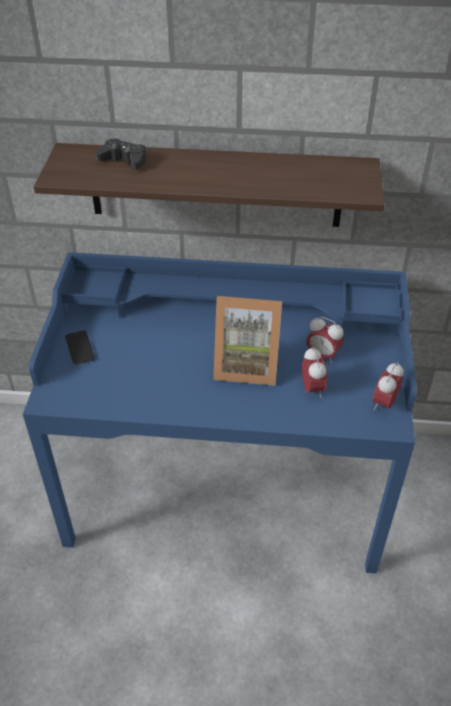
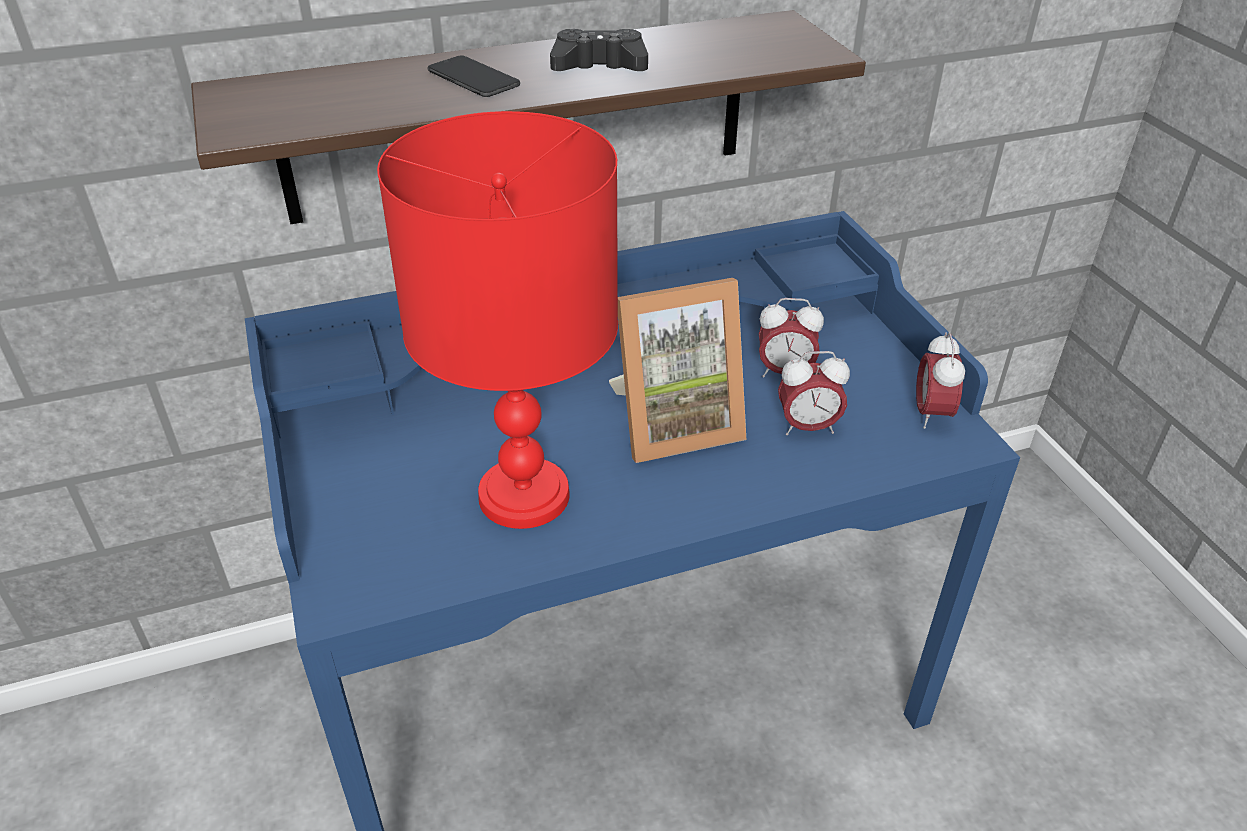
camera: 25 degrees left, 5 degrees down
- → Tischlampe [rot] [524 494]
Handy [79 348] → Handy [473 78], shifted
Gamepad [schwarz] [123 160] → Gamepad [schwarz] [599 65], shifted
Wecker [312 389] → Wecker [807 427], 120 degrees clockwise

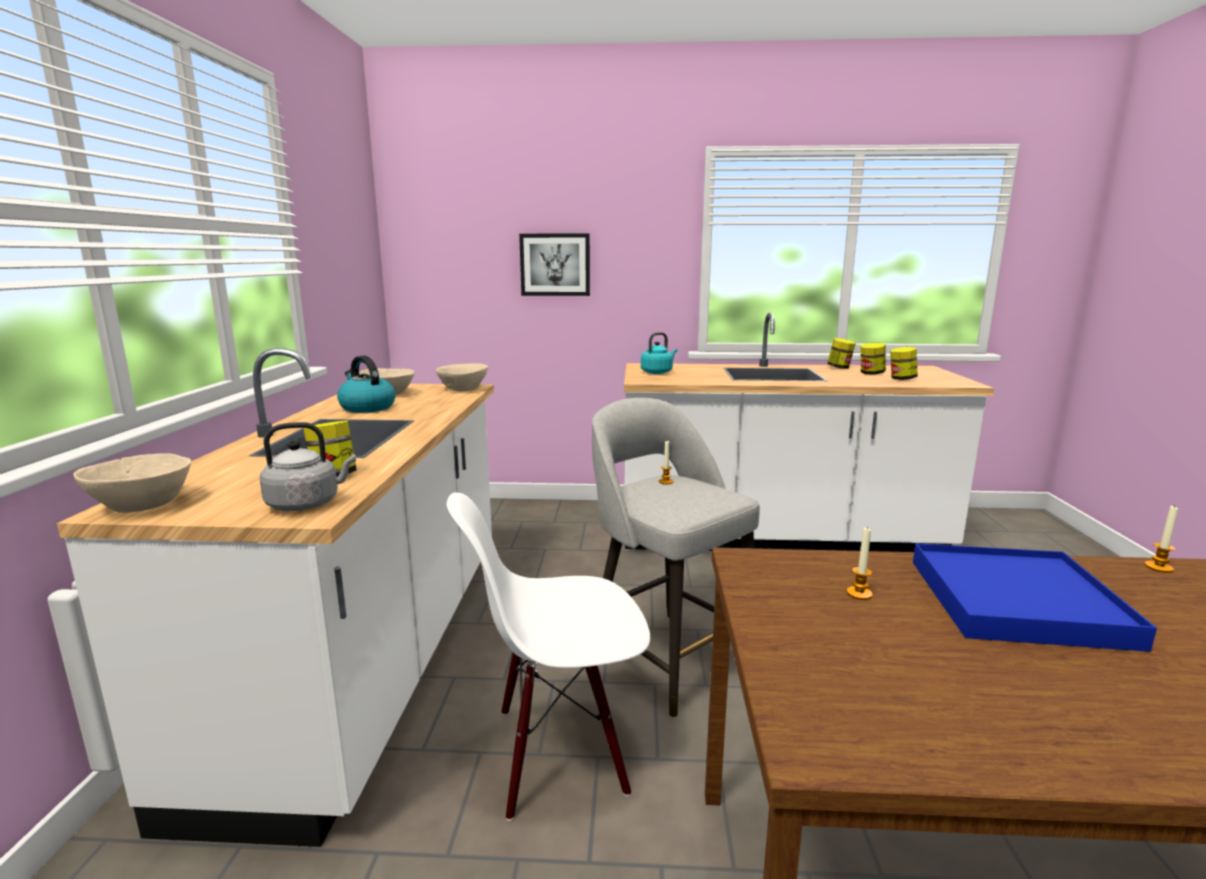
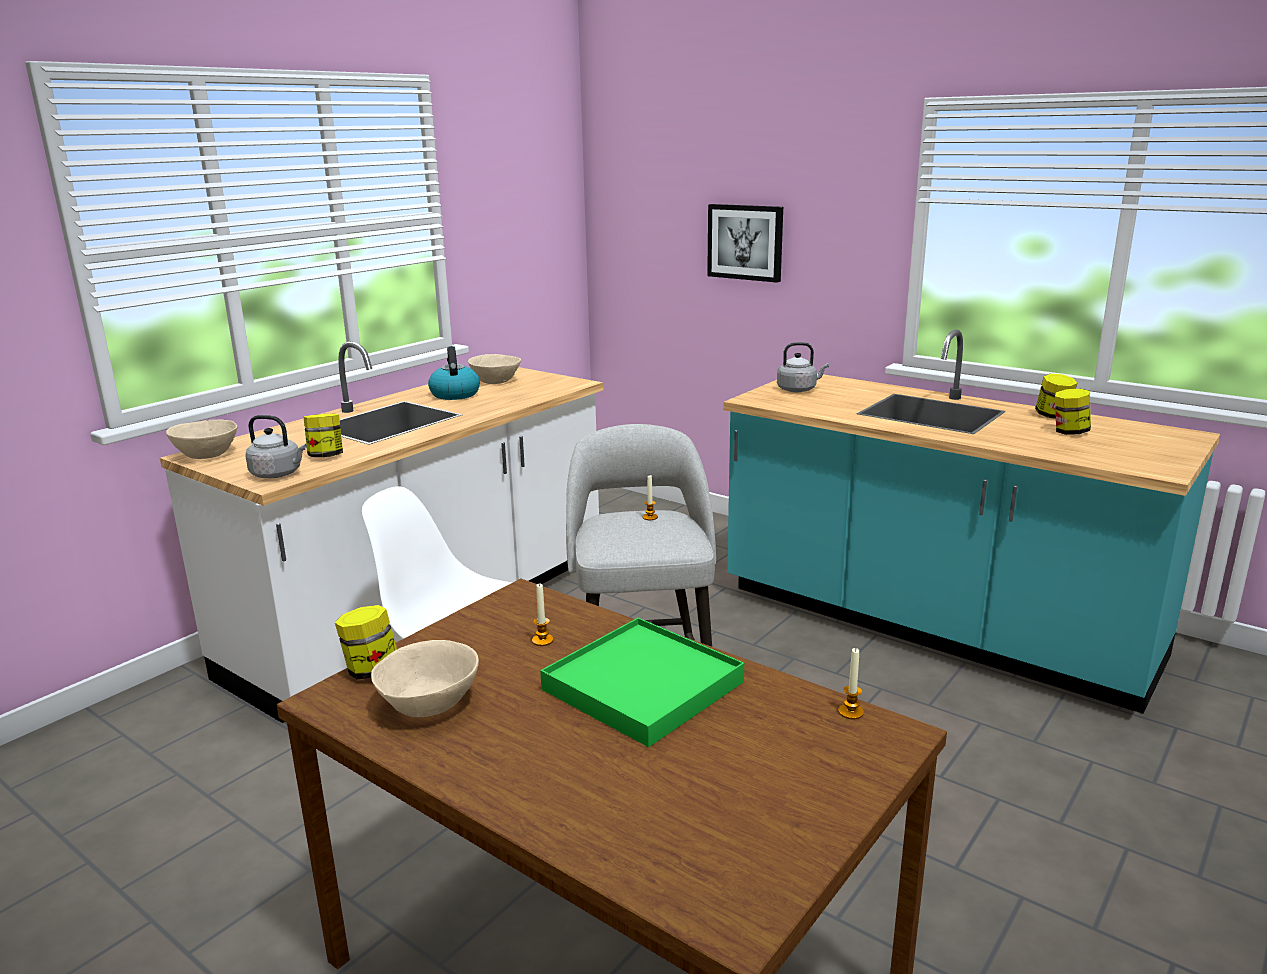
camera: 35 degrees right, 5 degrees up
Vorratsglas [901 379] → Vorratsglas [371 670], shifted
Schüssel [beige] [462 389] → Schüssel [beige] [429 703], shifted
Tablett [blau] [1016 602] → Tablett [grün] [642 686]
Küchenzeile [weiß] [778 538] → Küchenzeile [türkis] [932 625]
Wasserkessel [türkis] [658 372] → Wasserkessel [grau] [798 390]

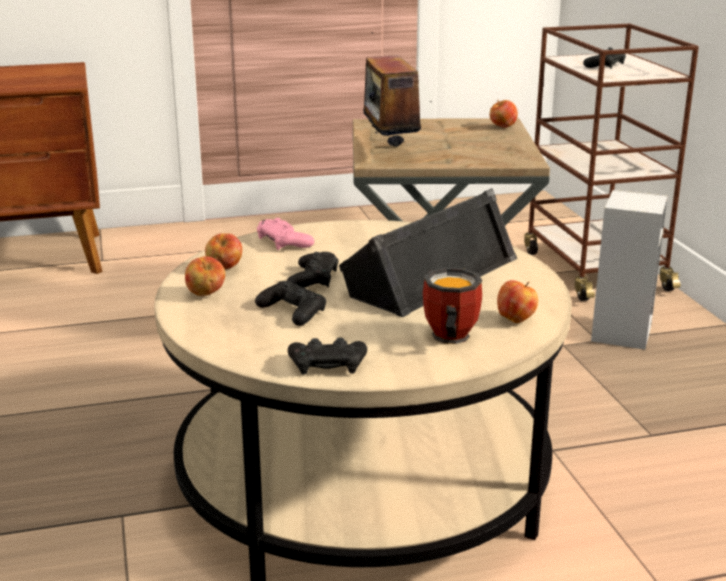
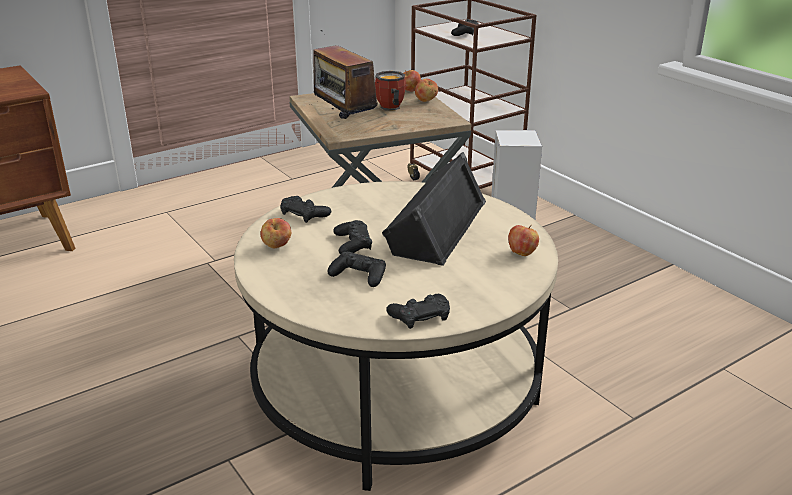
camera: 20 degrees left, 5 degrees up
Gamepad [rosa] [284 242] → Gamepad [schwarz] [304 214]
Henkelbecher [447 338] → Henkelbecher [389 108], shifted
Apfel [206 294] → Apfel [426 101], shifted

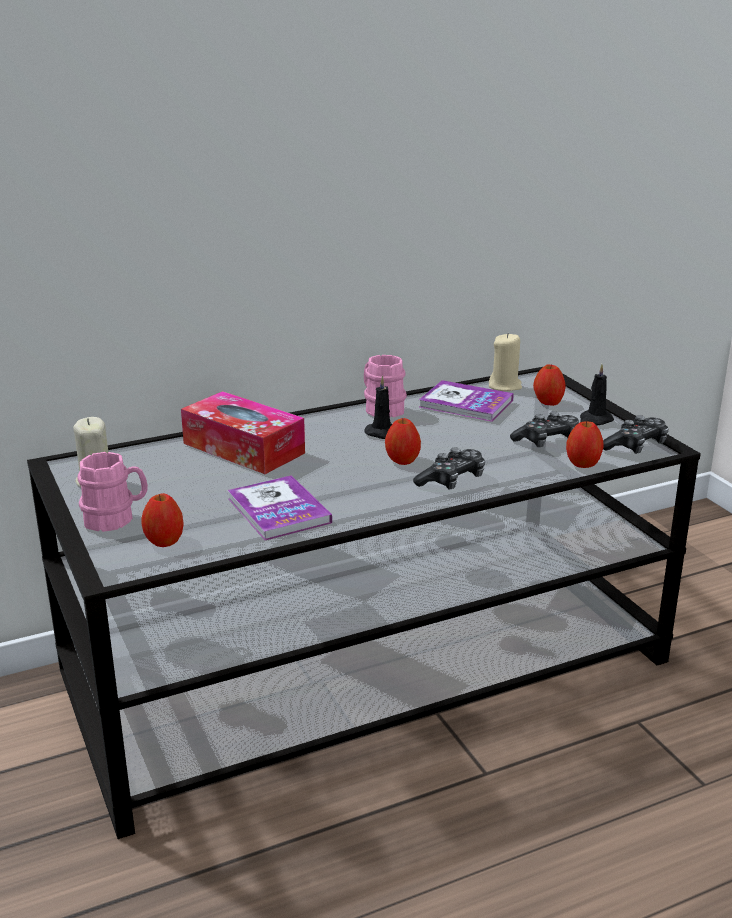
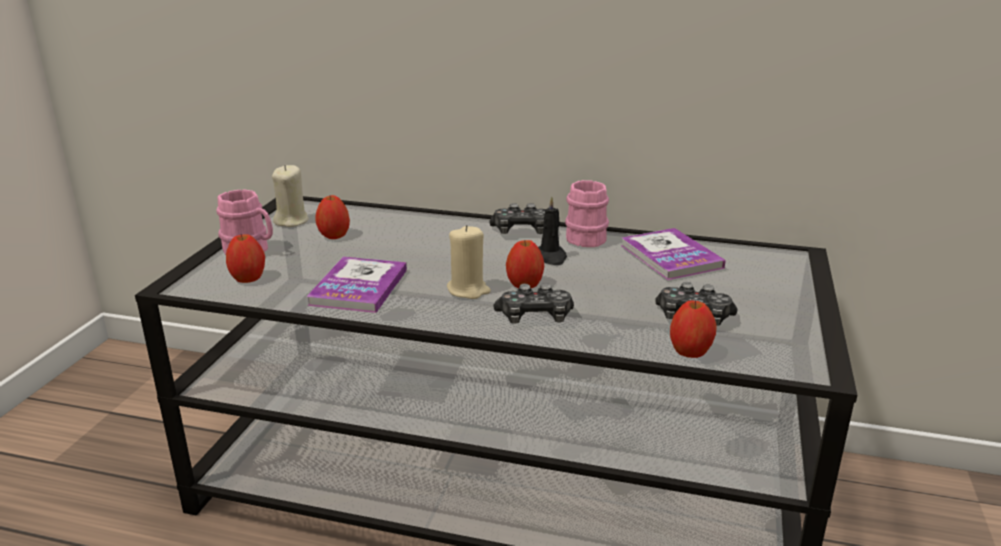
camera: 40 degrees right, 0 degrees up
Apfel [548 402] → Apfel [334 235], shifted
Kerze [beige] [505 386] → Kerze [beige] [468 290], shifted
Gamepad [635 446] → Gamepad [522 231], shifted
Taschentuchbox [243 448] → -
Kerze [schwarz] [595 420] → -

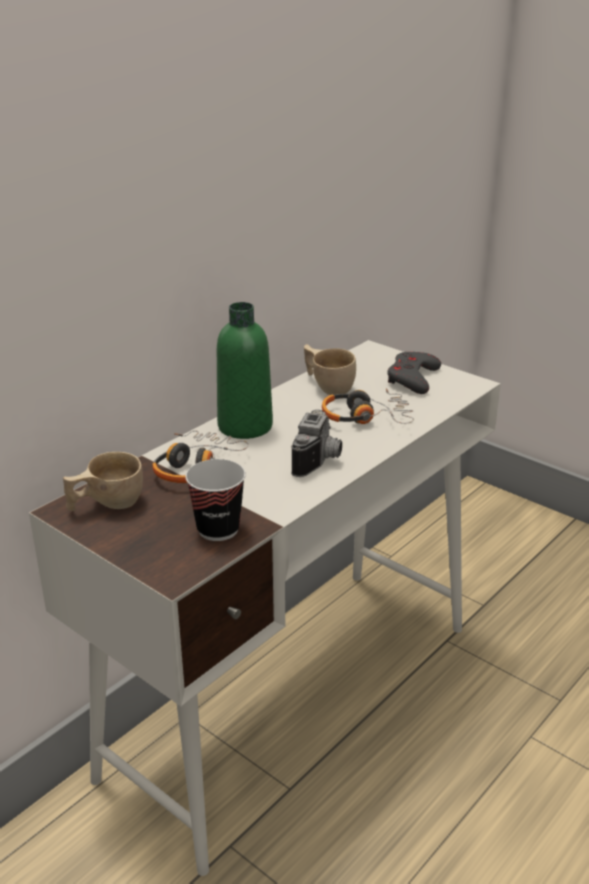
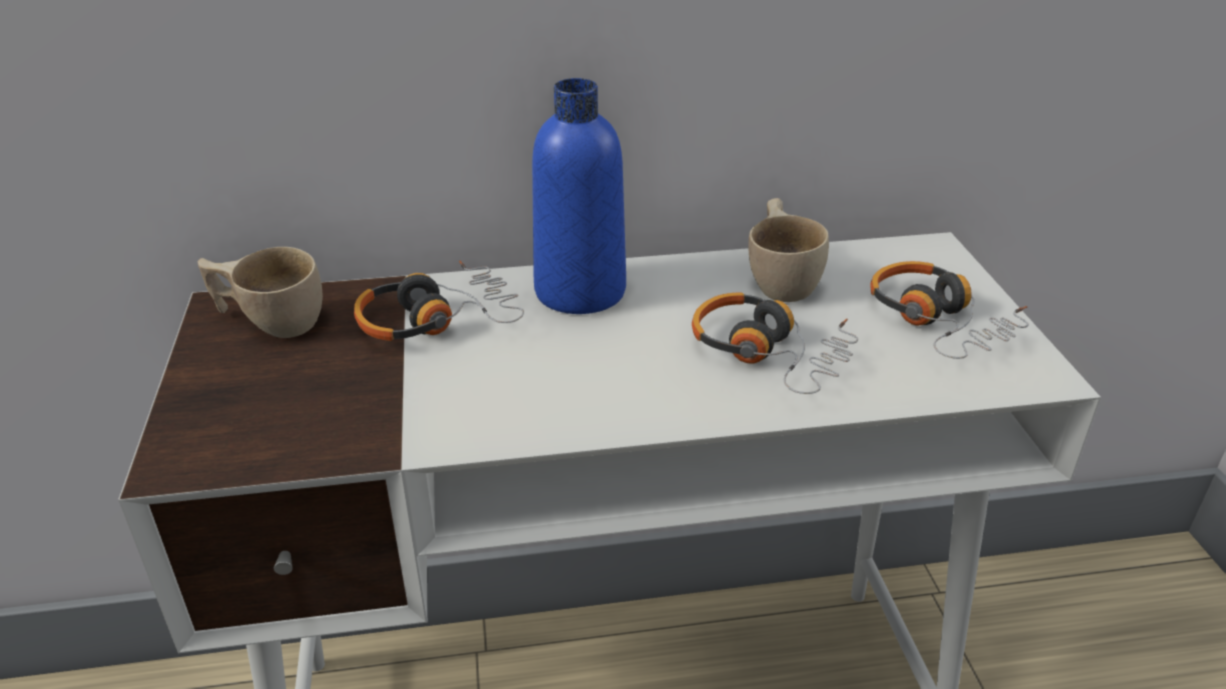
camera: 40 degrees right, 5 degrees up
Flasche [grün] [245 426] → Flasche [blau] [580 291]
Gamepad [grau] [412 378] → Kopfhörer [939 321]
Tasse [218 529] → -
Kamera [320 460] → -

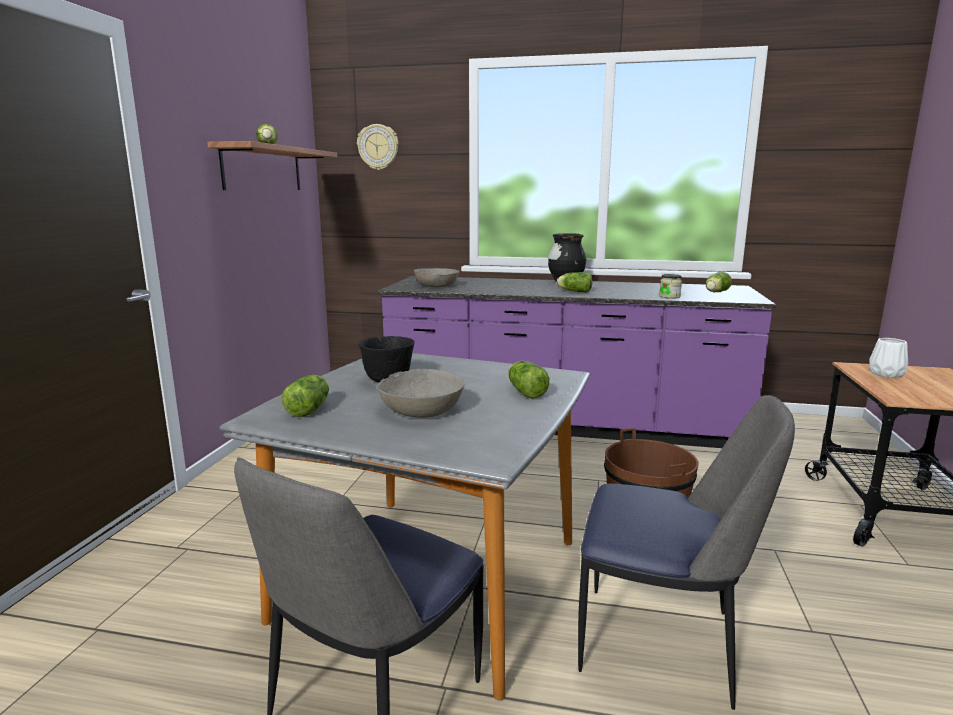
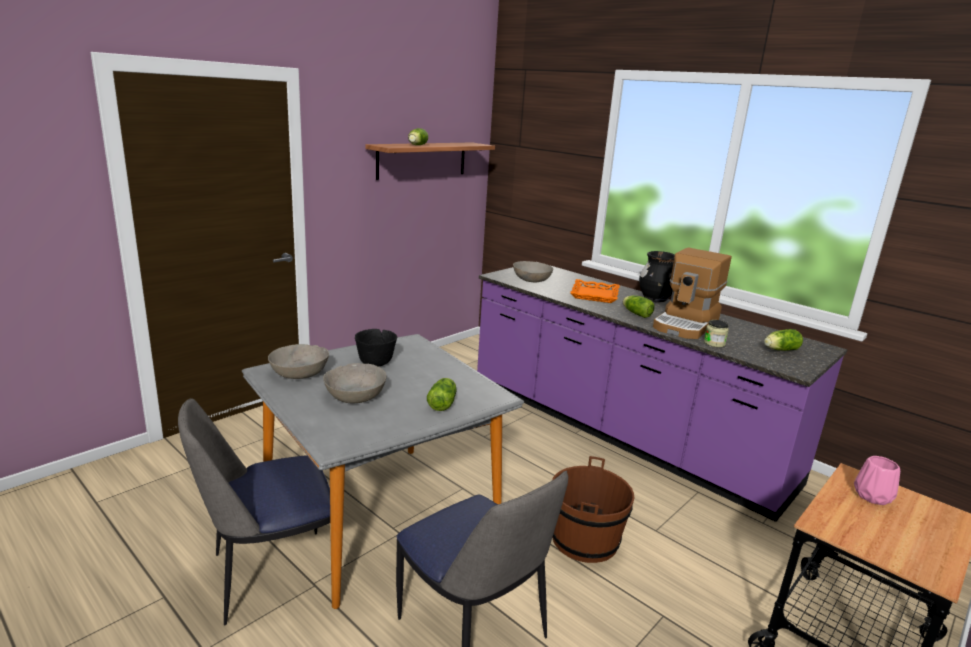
camera: 30 degrees right, 5 degrees up
Salatkopf [310 408] → Schüssel [grau] [299 372]
- → Tablett [orange] [594 295]
- → Kaffeemaschine [687 324]
Vase [weiß] [885 374] → Vase [rosa] [872 496]
Wanduhr [378 147] → -

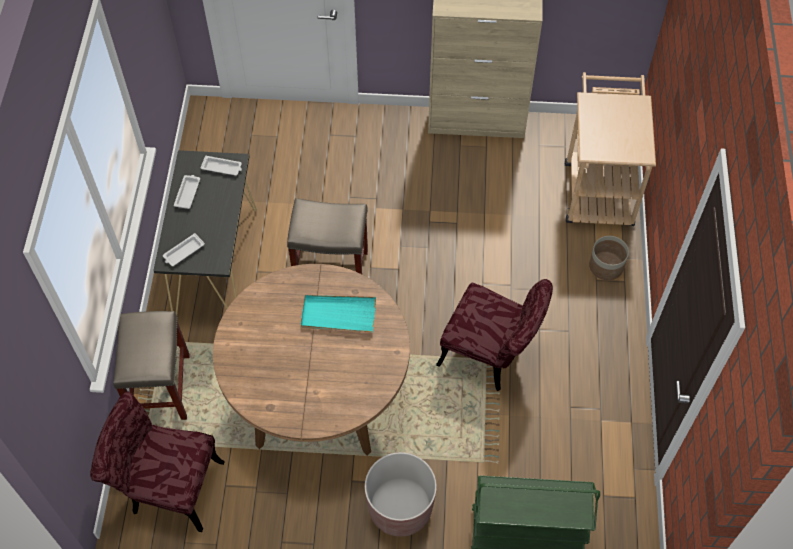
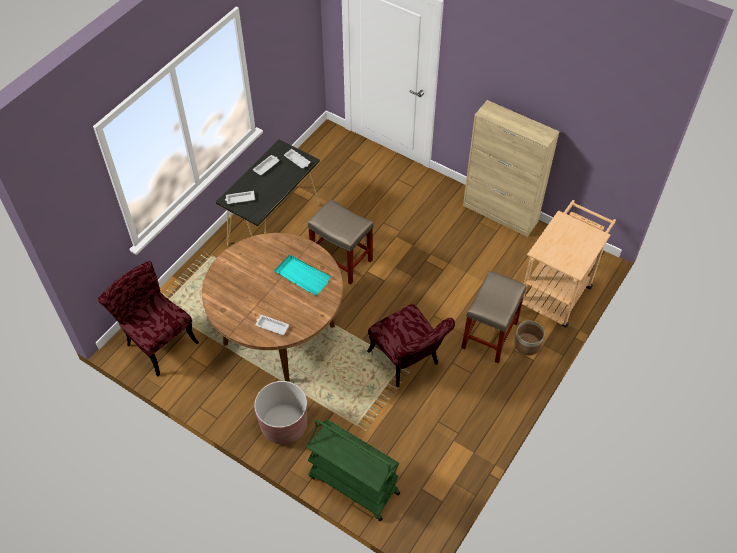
camera: 30 degrees right, 5 degrees down
- → Tablett [weiß] [271 326]
Hocker [beige] [160 386] → Hocker [beige] [489 334], shifted

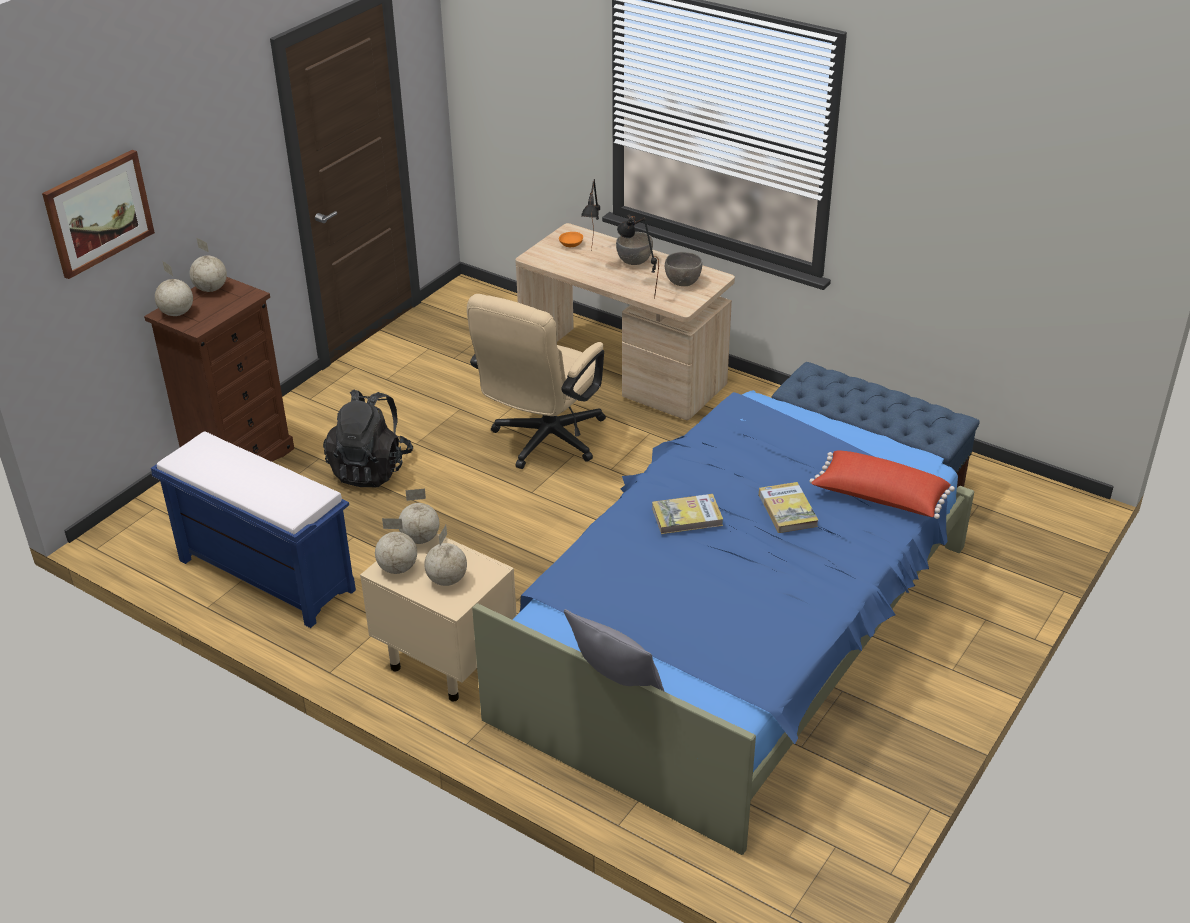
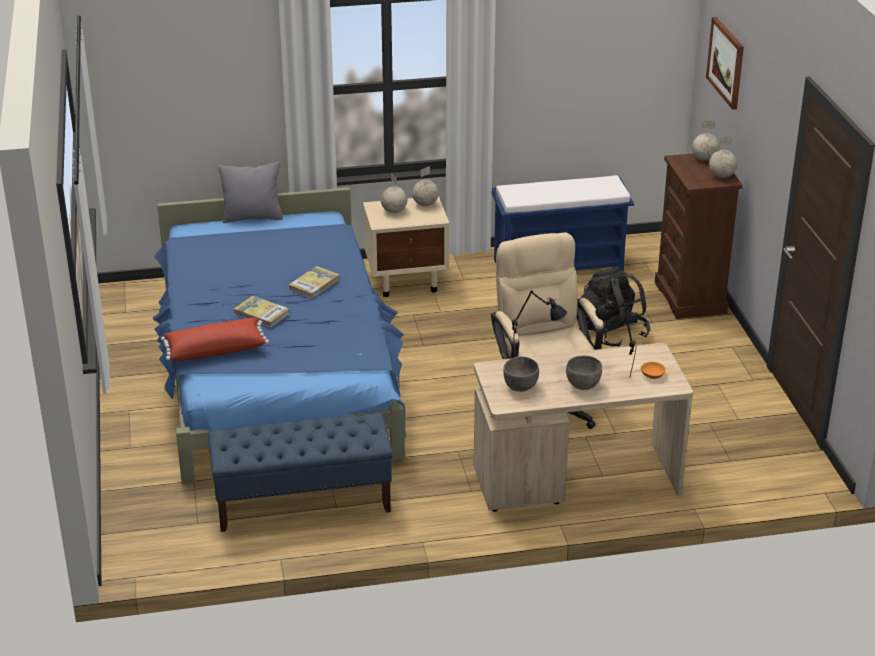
camera: 135 degrees right, 5 degrees down
Globus [420 538] → -

